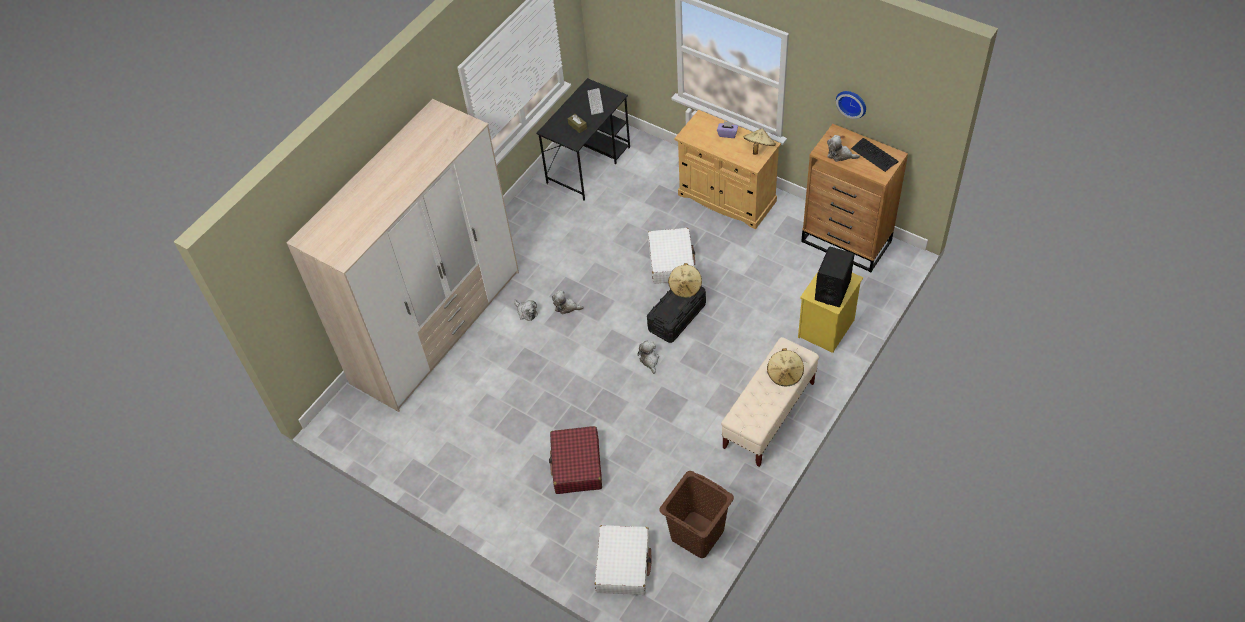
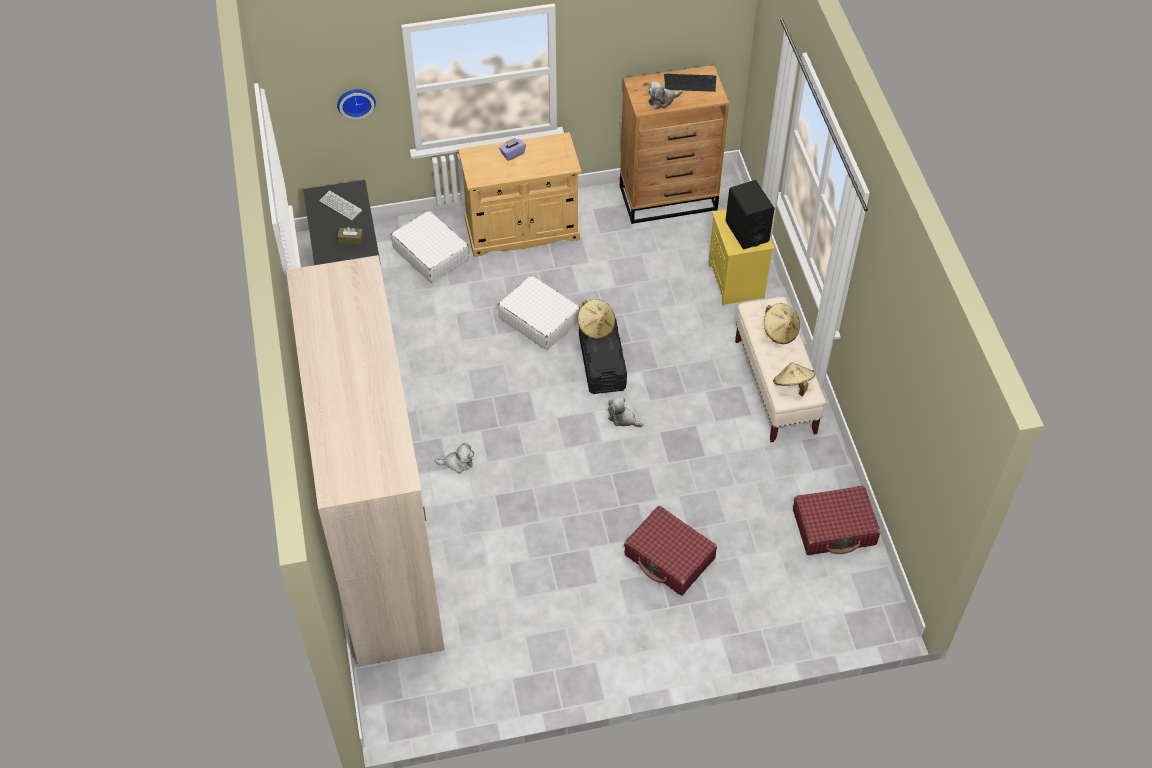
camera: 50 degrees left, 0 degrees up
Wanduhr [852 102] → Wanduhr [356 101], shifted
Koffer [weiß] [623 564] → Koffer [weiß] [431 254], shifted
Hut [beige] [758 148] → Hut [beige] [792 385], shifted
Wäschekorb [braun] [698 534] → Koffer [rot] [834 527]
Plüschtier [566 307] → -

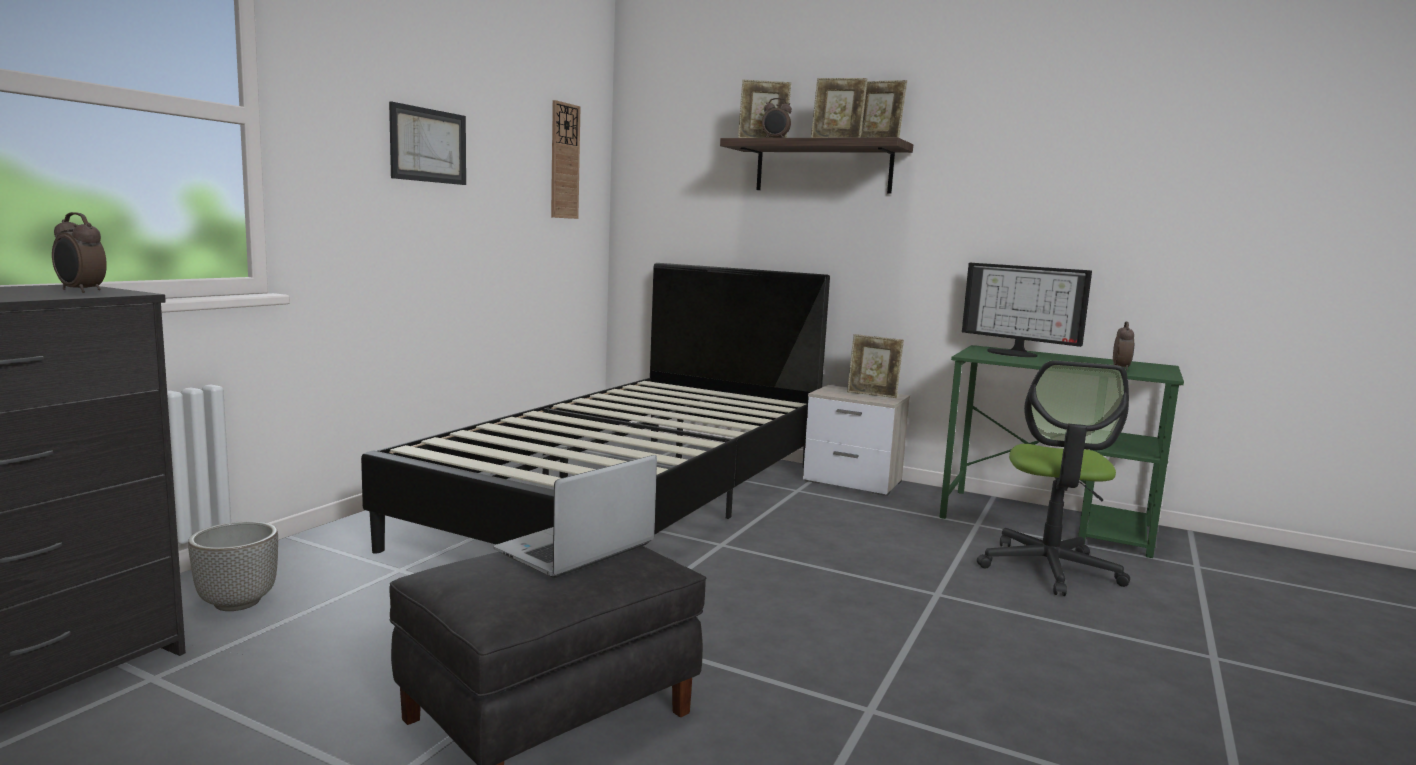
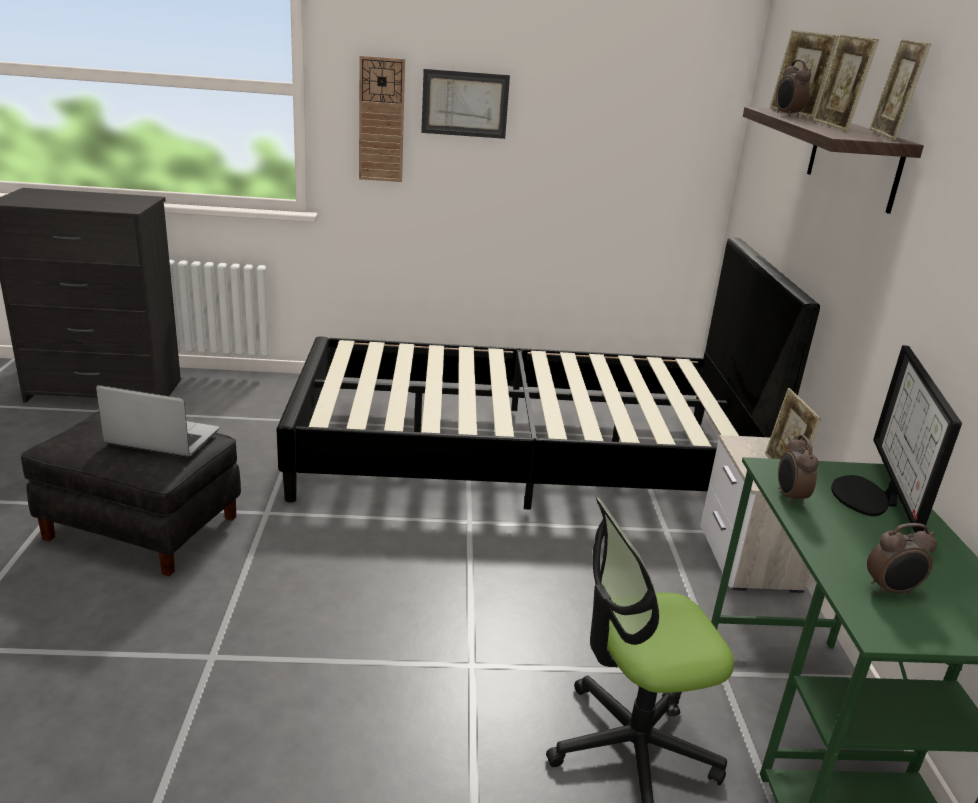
camera: 60 degrees right, 15 degrees up
Wanduhr [564 161] → Wanduhr [381 120], shifted
Wecker [80 291] → Wecker [789 497], shifted
Pflanzkübel [238 602] → -

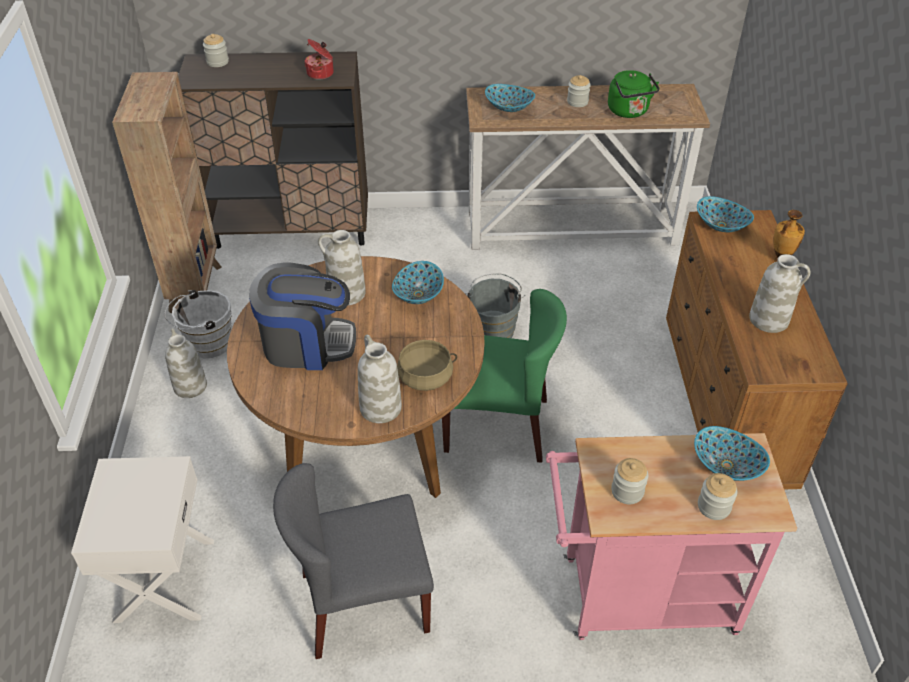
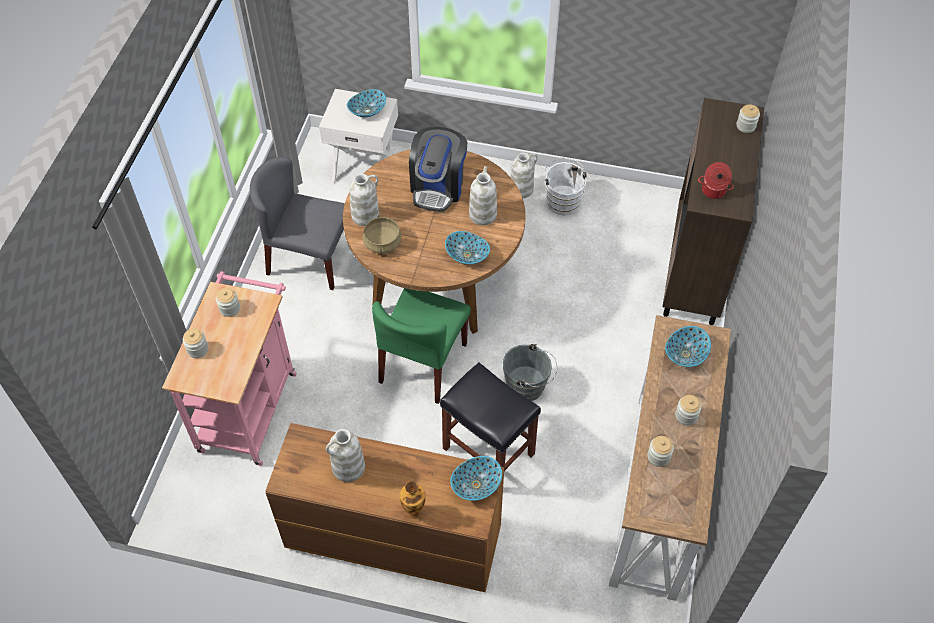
camera: 105 degrees right, 10 degrees up
Stuhl [grau] [363 603] → Stuhl [grau] [309 259], 75 degrees counterclockwise
Schüssel [726 466] → Schüssel [367 111], shifted
- → Hocker [schwarz] [487 451]
Wasserkessel [grün] [629 111] → Vorratsglas [658 457]
Bücherregal [braun] [196 287] → -

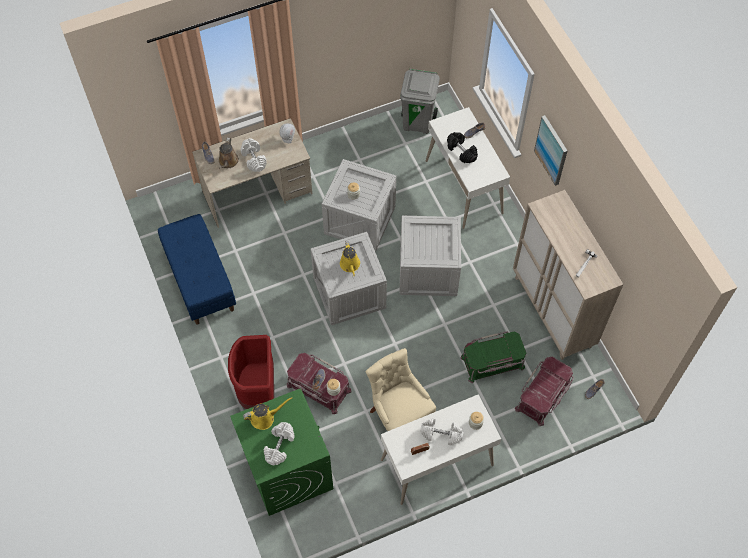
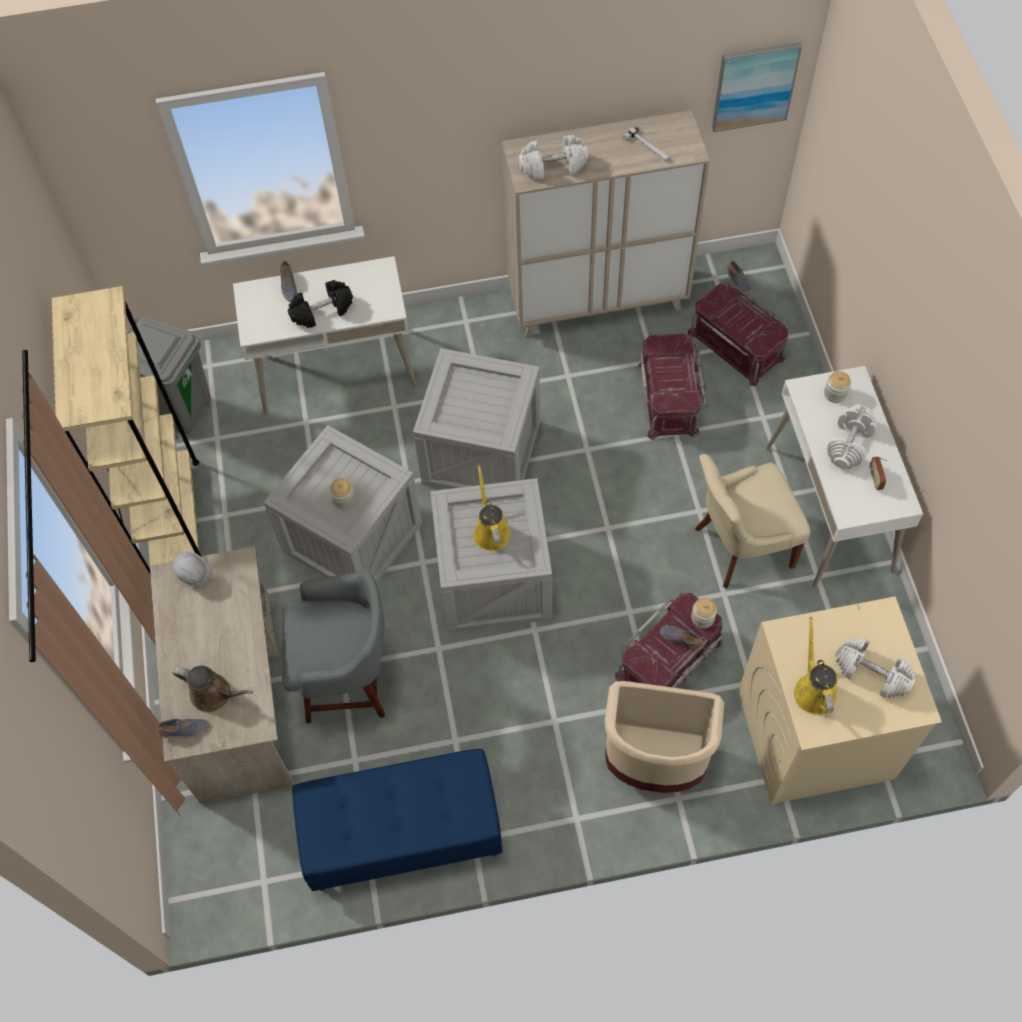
camera: 75 degrees left, 0 degrees up
- → Bücherregal [beige] [175 519]
- → Hocker [grau] [349 682]
Gießkanne [gelb] [350 265] → Gießkanne [gelb] [490 530], 105 degrees counterclockwise
Hantel [weiß] [253 159] → Hantel [weiß] [553 166], shifted
Mülleimer [rot] [257 390] → Mülleimer [beige] [655 762]
Aufbewahrungsbox [grün] [492 363] → Aufbewahrungsbox [rot] [669 398]
Bild [551 150] → Bild [754 86], shifted
Waschmaschine [grün] [287 469] → Waschmaschine [beige] [814 735]

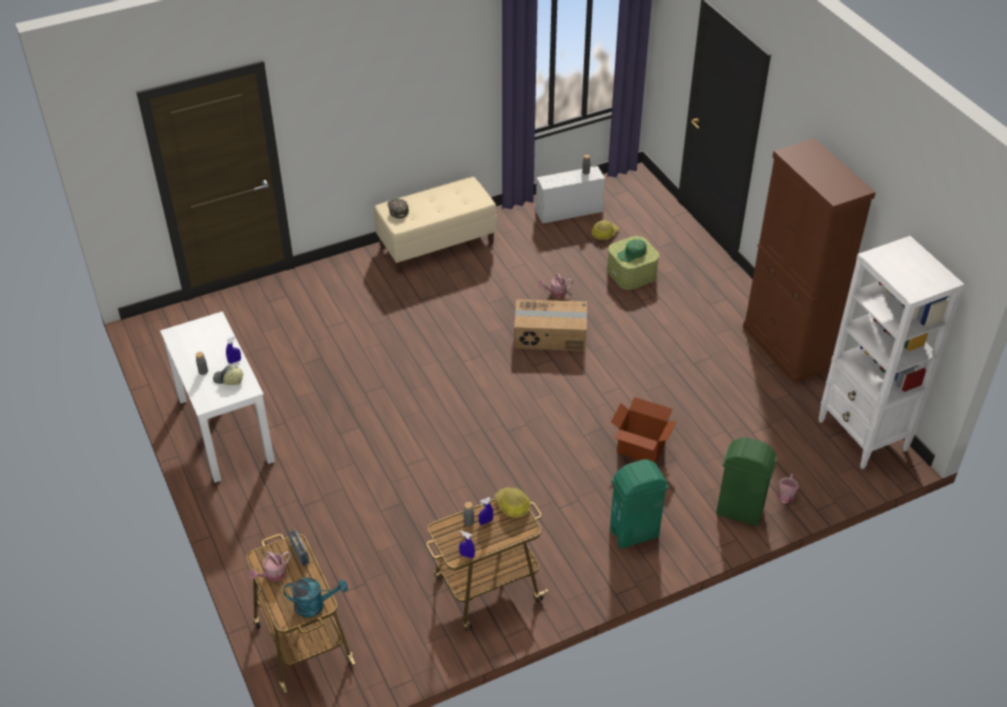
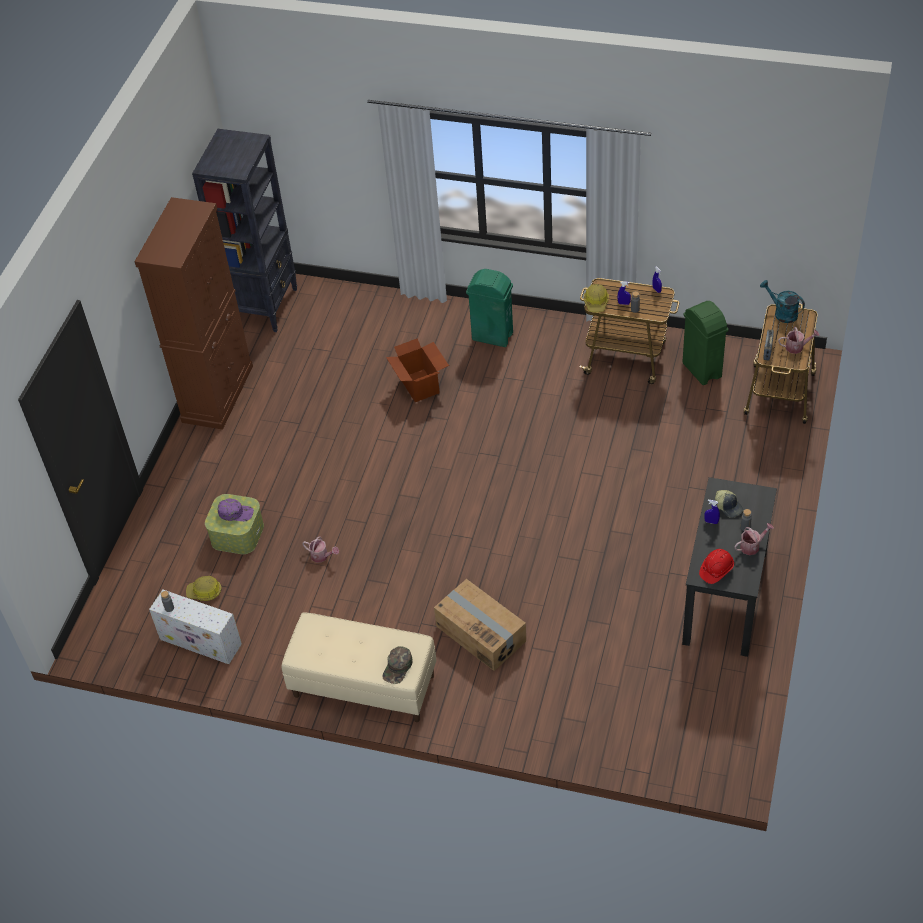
camera: 135 degrees left, 5 degrees up
Bücherregal [weiß] [863 436] → Bücherregal [schwarz] [264 306]
Kappe [grün] [632 253] → Kappe [lila] [236 512]
Karton [550 335] → Karton [481 633], shifted
Mülleimer [grün] [740 511] → Mülleimer [grün] [701 369], shifted
Schreibtisch [weiß] [225 429] → Schreibtisch [schwarz] [725 597]
- → Schutzhelm [rot] [716 570]
Gießkanne [785 497] → Gießkanne [752 546], shifted

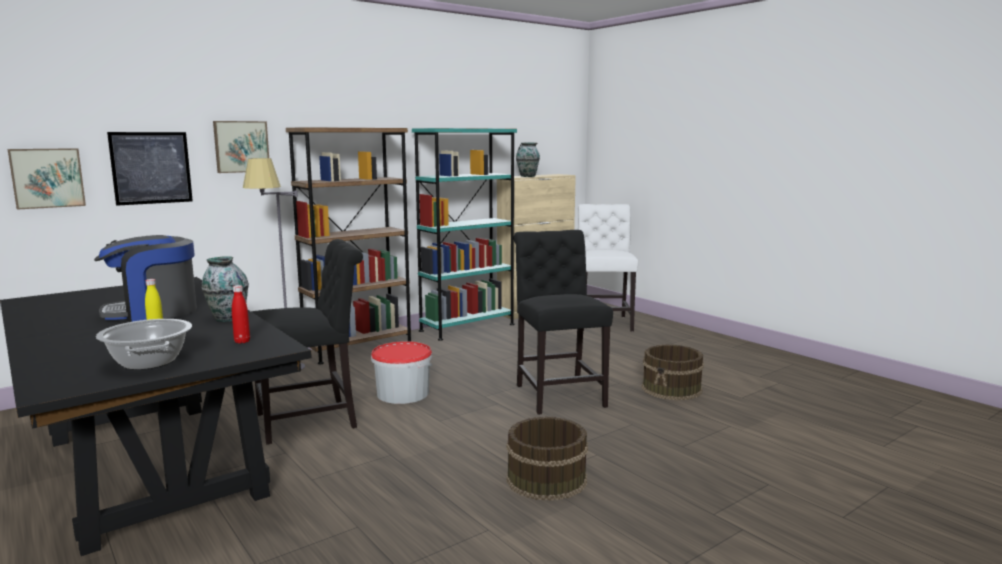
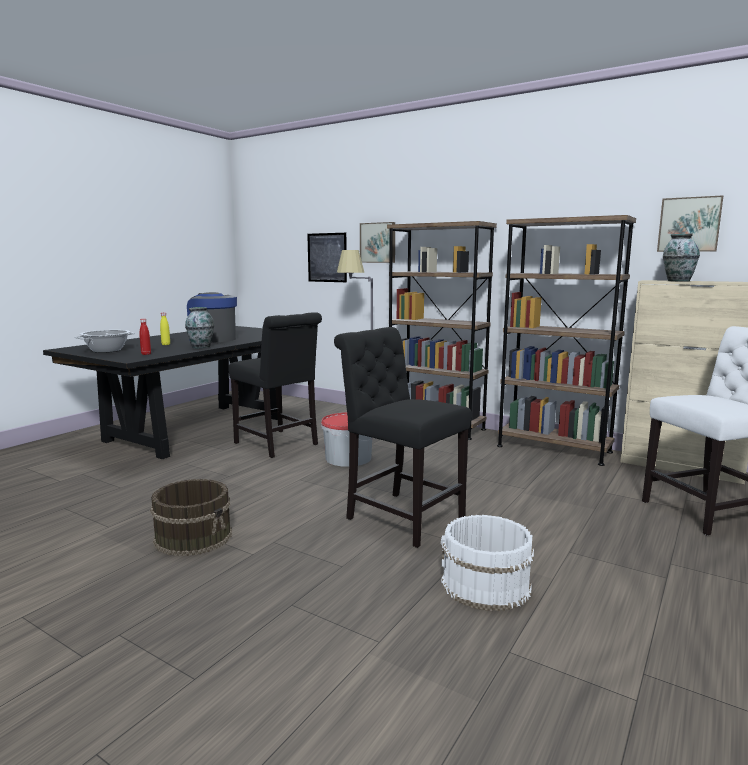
camera: 70 degrees right, 0 degrees up
Stuhl [schwarz] [558 394] → Stuhl [schwarz] [400 516], 105 degrees counterclockwise
Eimer [braun] [672 389] → Eimer [weiß] [485 585]
Bücherregal [türkis] [467 327] → Bücherregal [braun] [553 449]
Bild [47 178] → Bild [689 224], shifted

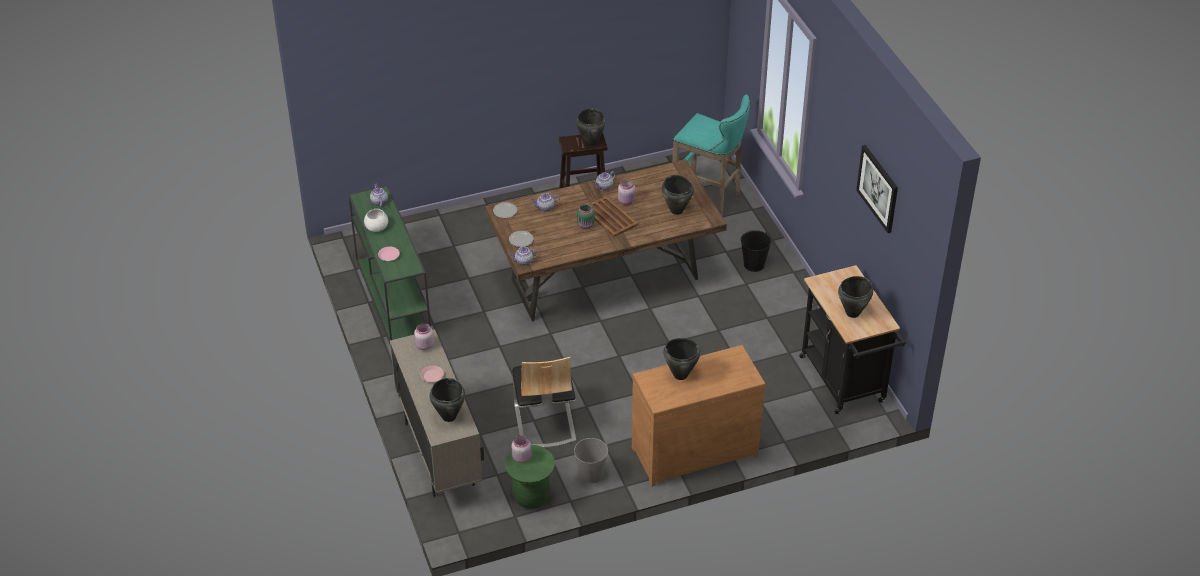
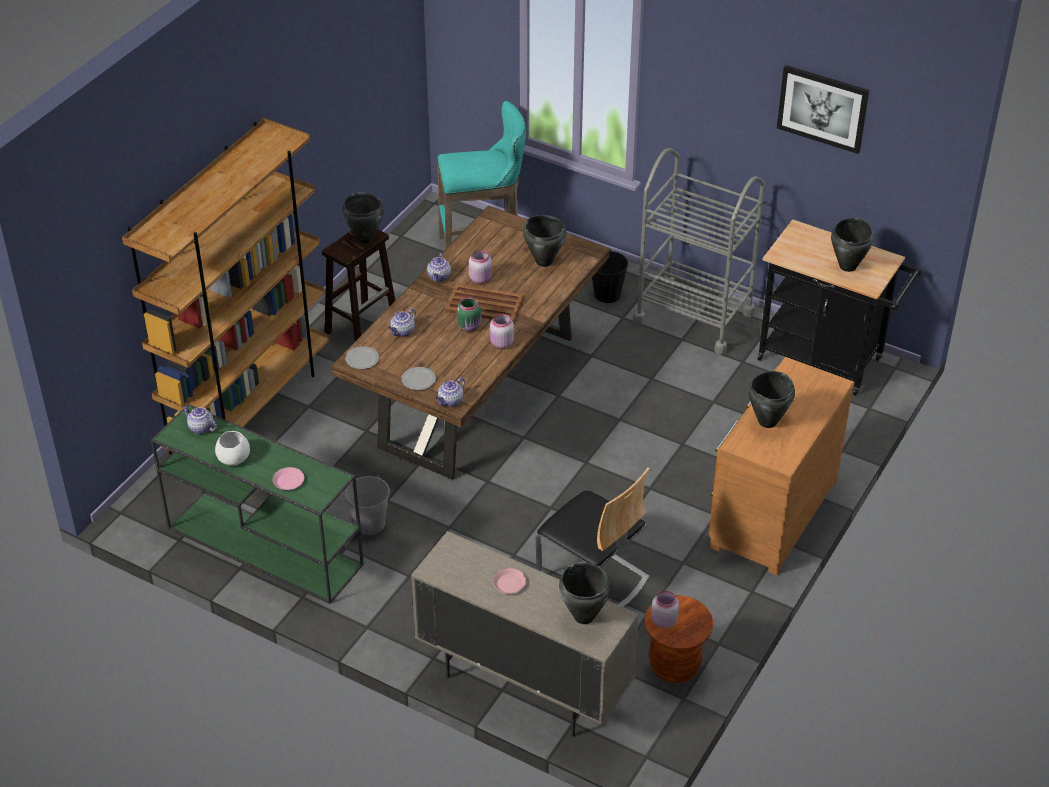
camera: 40 degrees left, 0 degrees up
- → Bücherregal [braun] [250 407]
Eimer [grau] [591 474] → Eimer [grau] [369 524], shifted
Vorratsglas [rosa] [424 345] → Vorratsglas [rosa] [501 343], shifted
- → Rollwagen [grau] [694 317]
Hocker [grün] [531 497] → Hocker [braun] [674 666]

